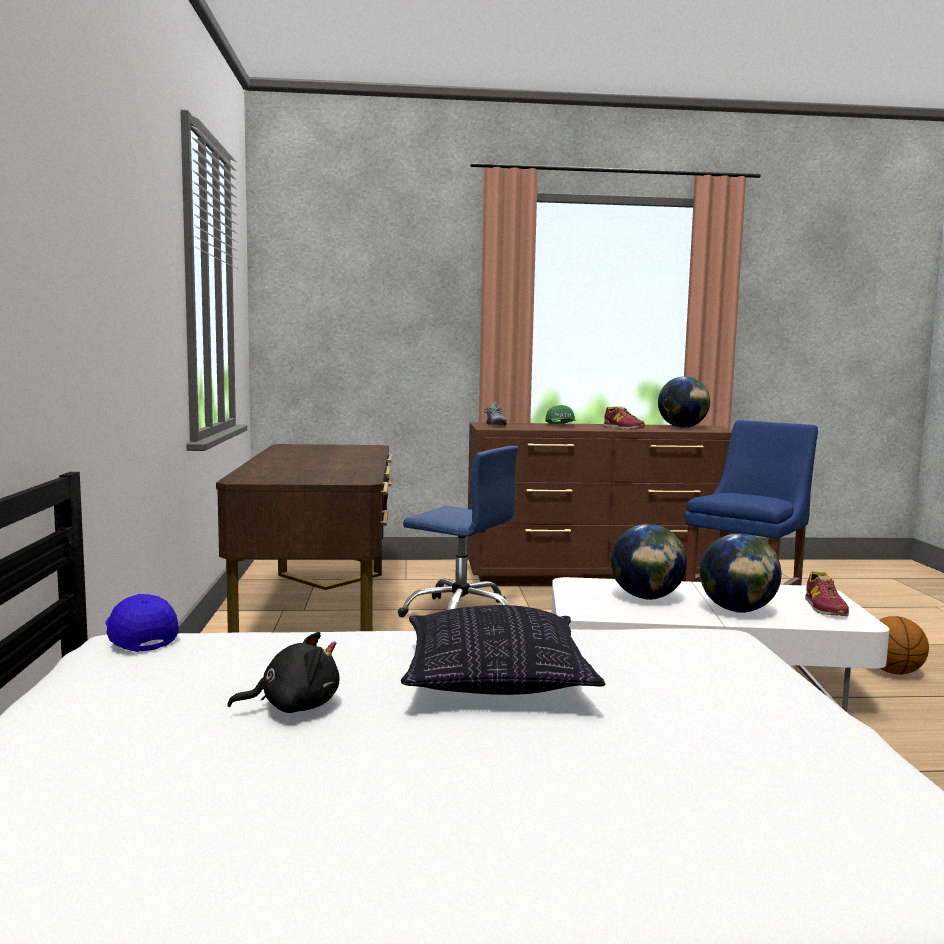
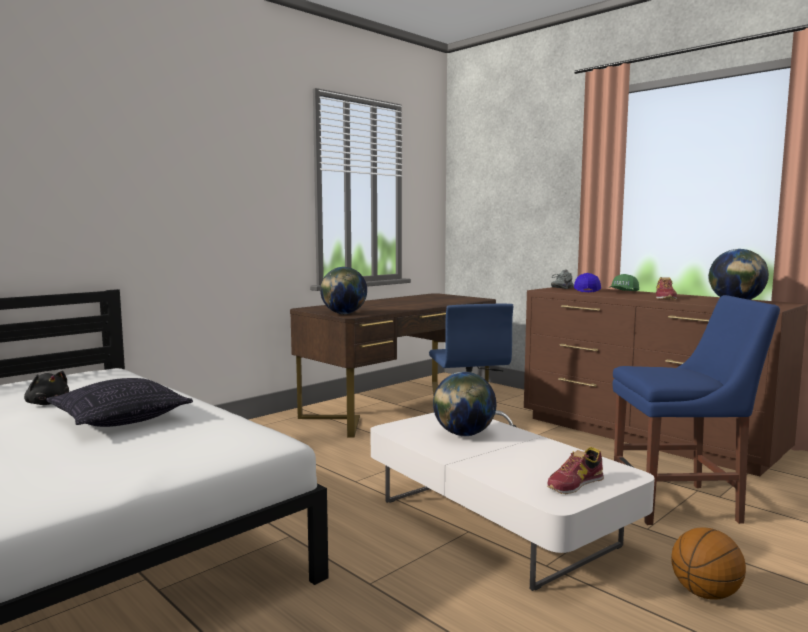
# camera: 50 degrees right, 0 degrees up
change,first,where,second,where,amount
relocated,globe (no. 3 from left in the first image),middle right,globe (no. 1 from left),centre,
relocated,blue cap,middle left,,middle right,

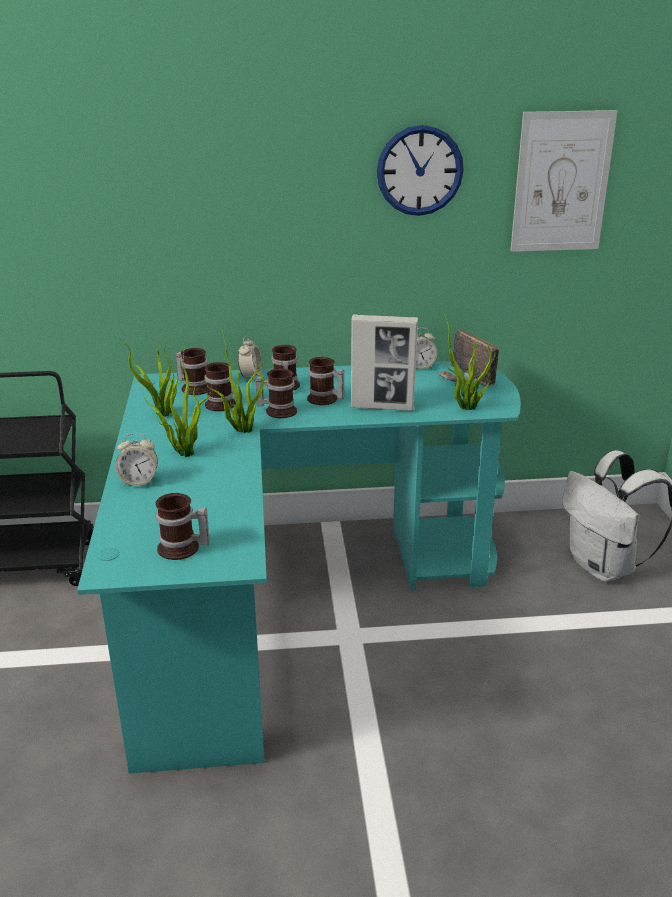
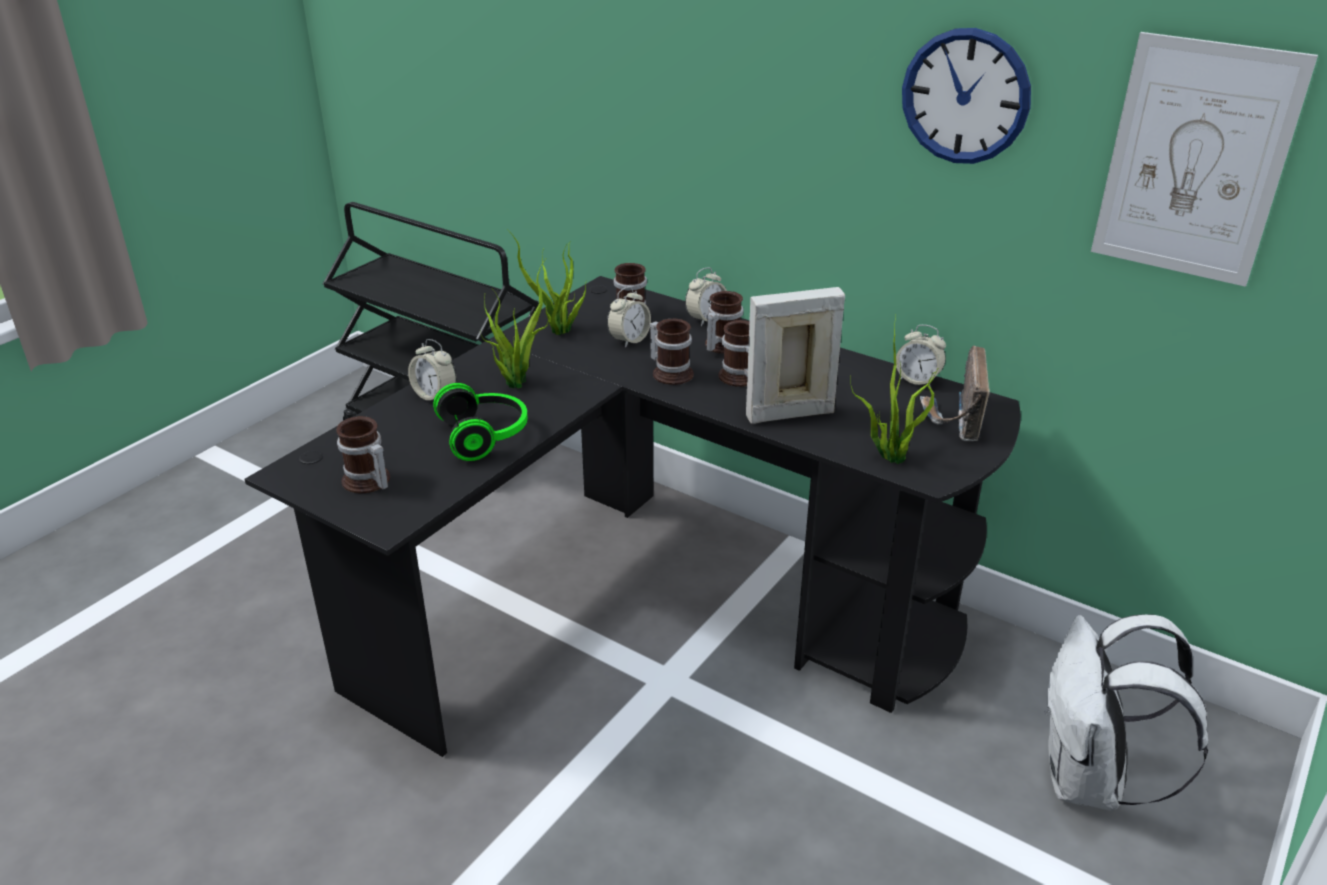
# camera: 40 degrees right, 5 degrees up
change,first,where,second,where,amount
colour,turquoise desk,centre,black desk,centre,
appeared,,,headphones,centre,
exchanged,mug (no. 3 from left),middle left,alarm clock (no. 2 from left),centre,
spun,picture frame,centre,,centre,120 degrees clockwise
missing,potted plant (no. 3 from left),centre,,,

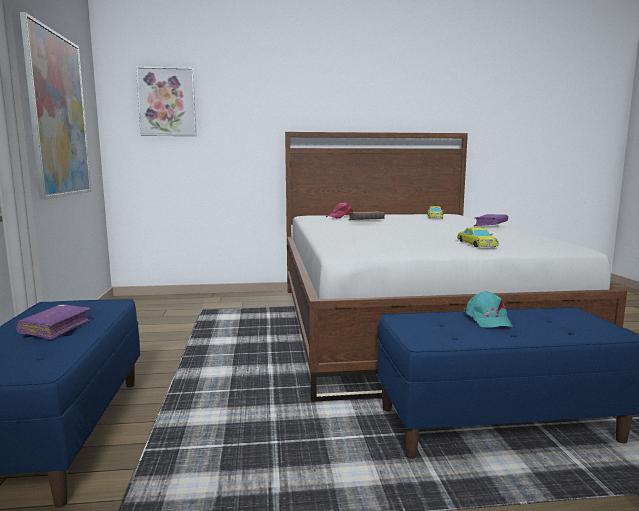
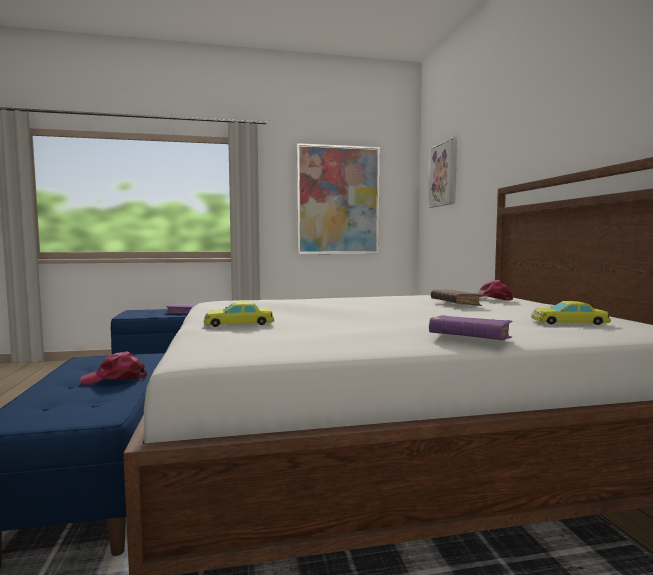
# camera: 85 degrees right, 5 degrees down
change,first,where,second,where,amount
colour,turquoise cap,middle right,pink cap (no. 1 from left),middle left,

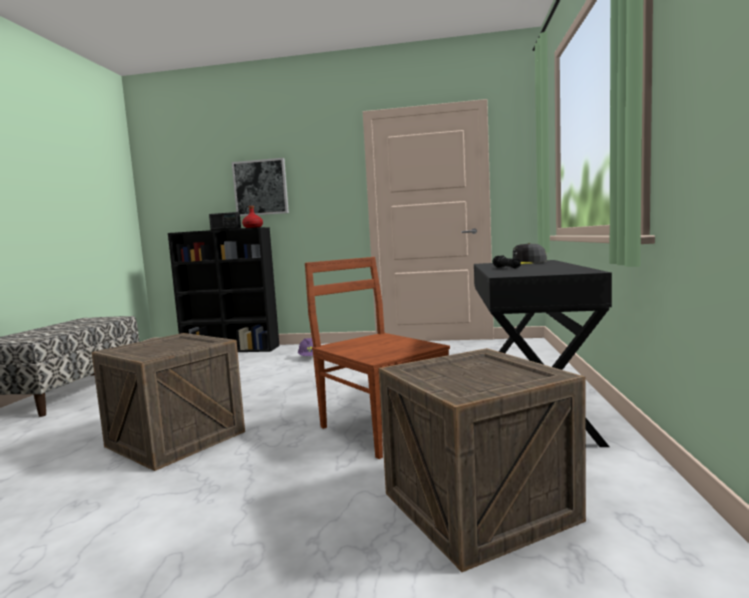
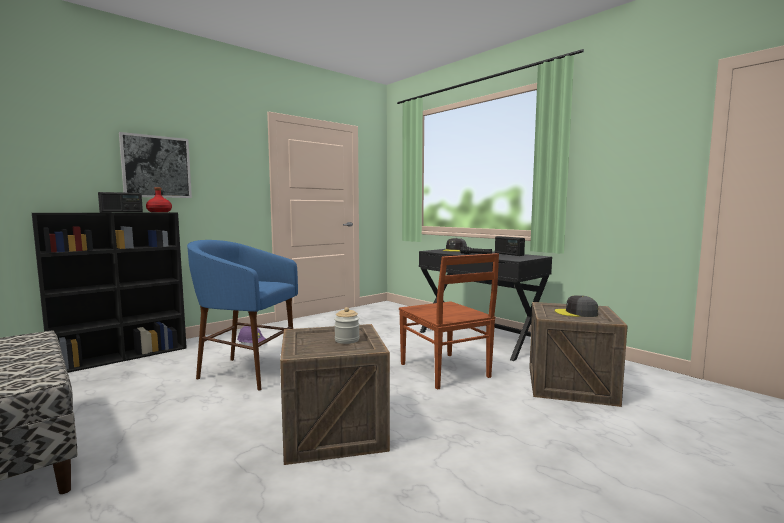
# camera: 50 degrees left, 0 degrees up
change,first,where,second,where,amount
appeared,,,blue stool,middle left,
appeared,,,jar,centre,
spun,brown chair,centre,,centre,120 degrees counterclockwise
appeared,,,radio (no. 2 from left),centre,
appeared,,,grey cap (no. 2 from left),middle right,

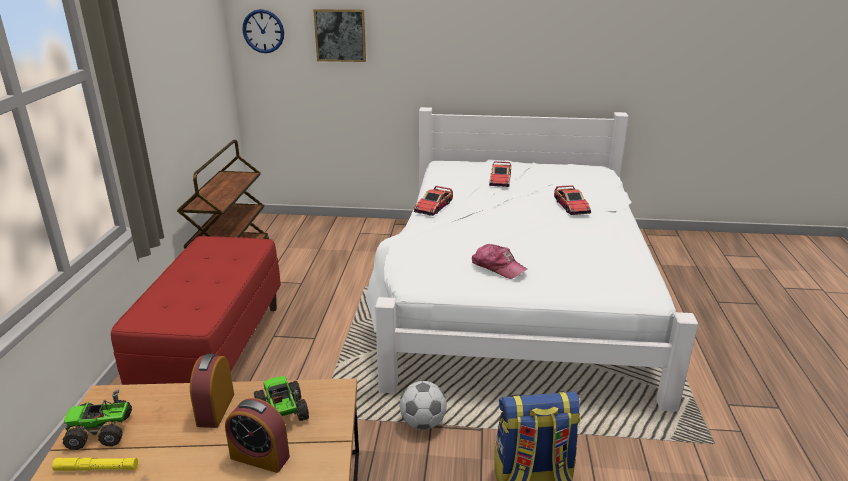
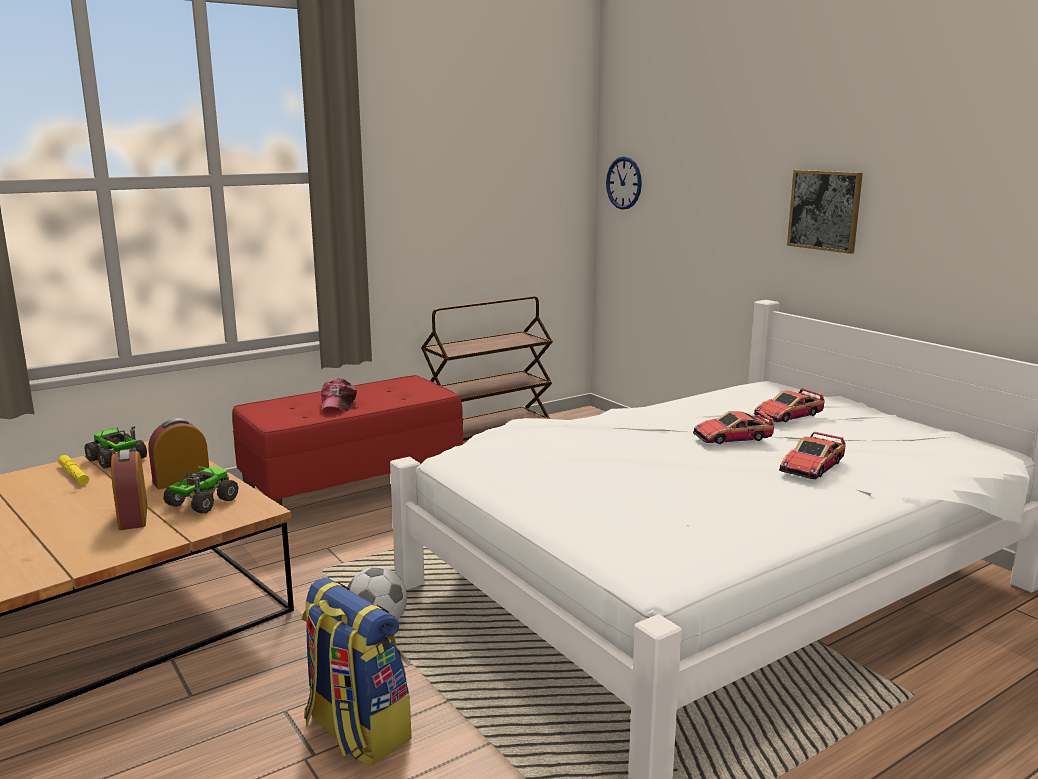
# camera: 50 degrees right, 10 degrees down
change,first,where,second,where,amount
relocated,cap,centre,,middle left,
relocated,toy car (no. 1 from left),centre,,middle right,
relocated,picture,top centre,,top right,

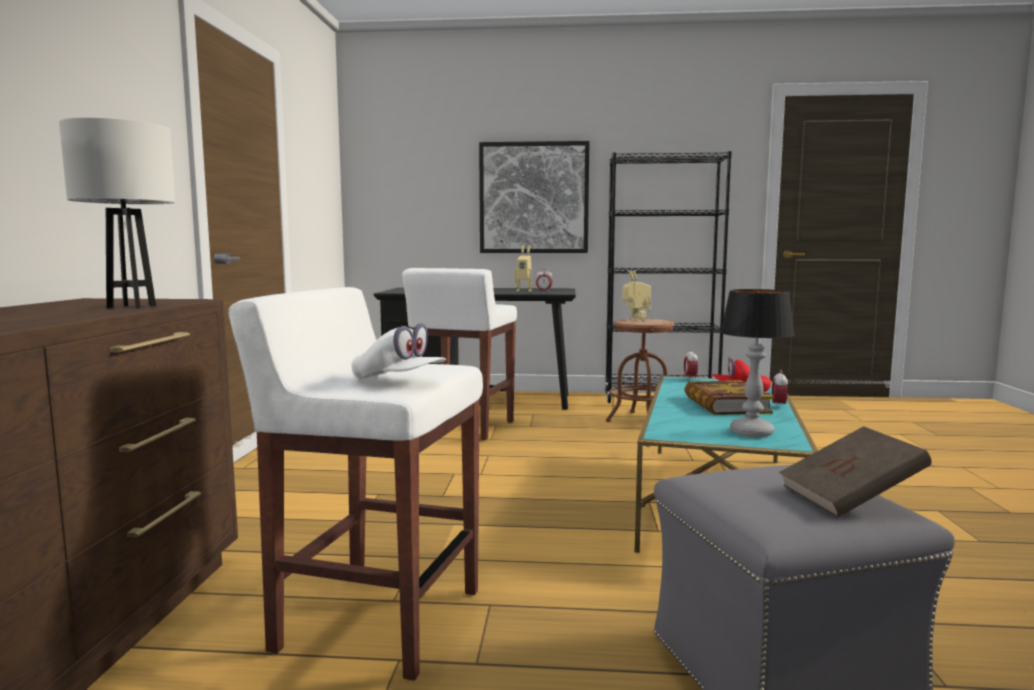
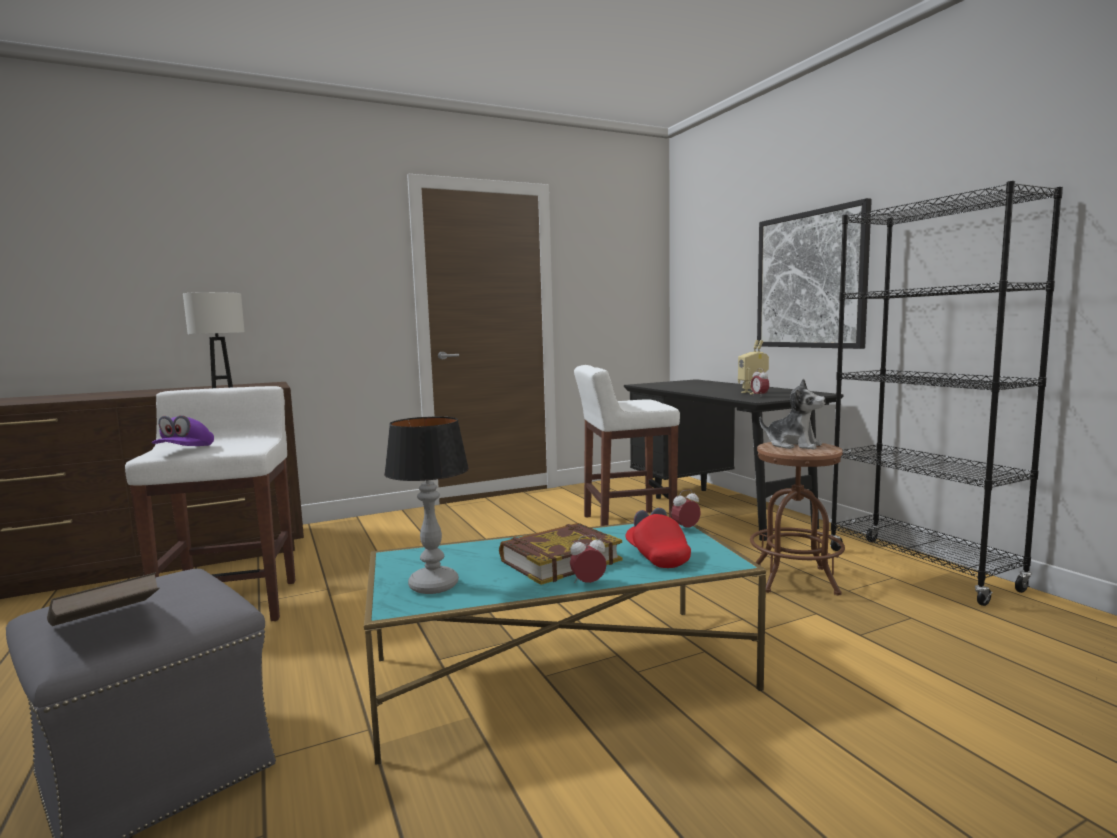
# camera: 60 degrees right, 0 degrees up
change,first,where,second,where,amount
colour,white cap,centre,purple cap,middle left,
exchanged,toy robot (no. 2 from left),centre,plush toy,middle right,

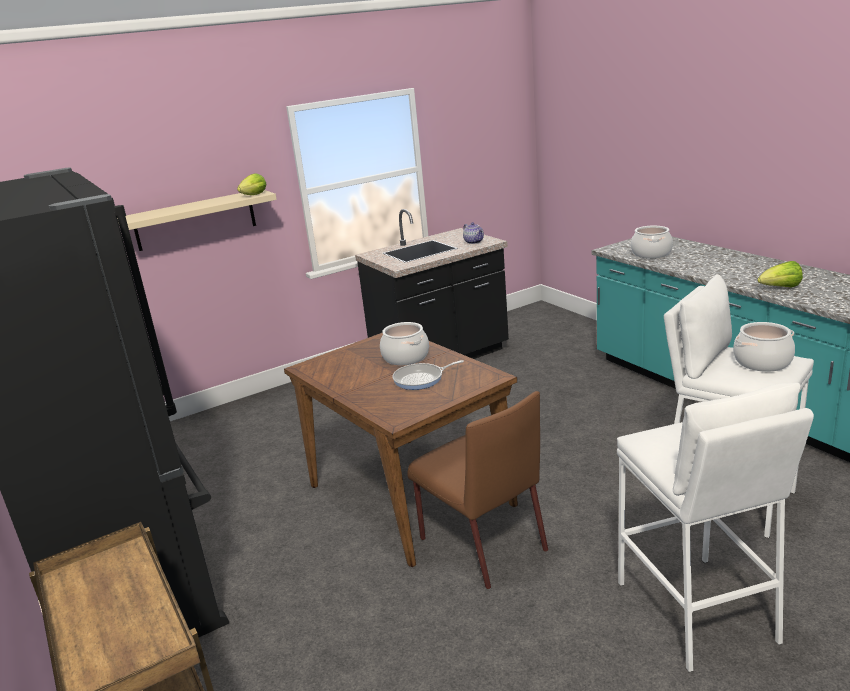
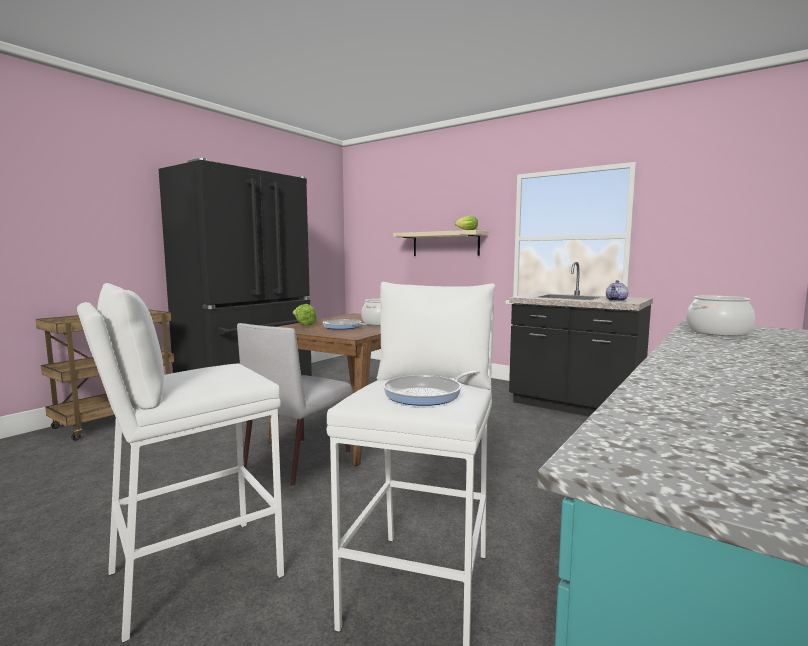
# camera: 65 degrees right, 15 degrees down
change,first,where,second,where,amount
colour,brown chair,bottom centre,grey chair,centre,
relocated,lettuce (no. 2 from left in the first image),middle right,lettuce (no. 1 from left),centre,
exchanged,cooking pot (no. 3 from left),middle right,frying pan (no. 2 from left),centre,

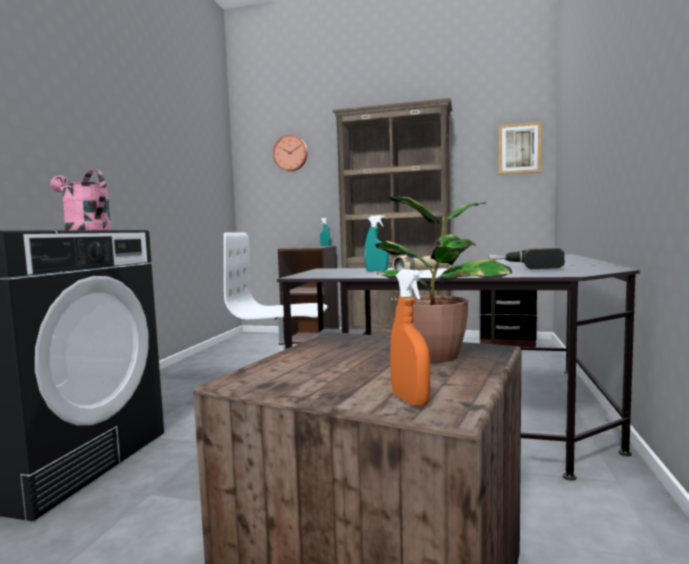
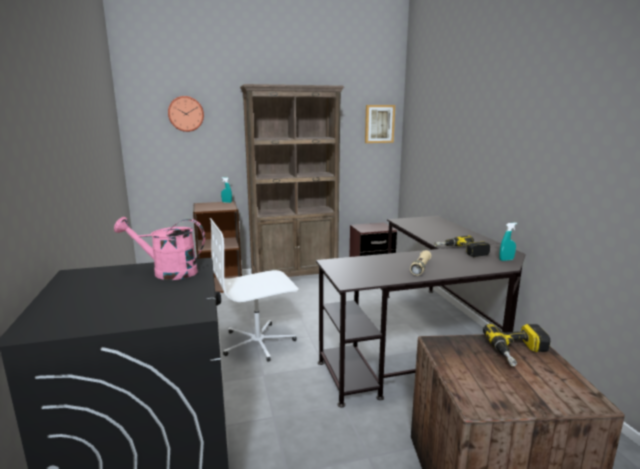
# camera: 30 degrees left, 10 degrees up
change,first,where,second,where,amount
exchanged,potted plant,centre,power drill (no. 2 from left),bottom right,
relocated,turquoise spray bottle (no. 2 from left),centre,,middle right,
missing,orange spray bottle,centre,,,

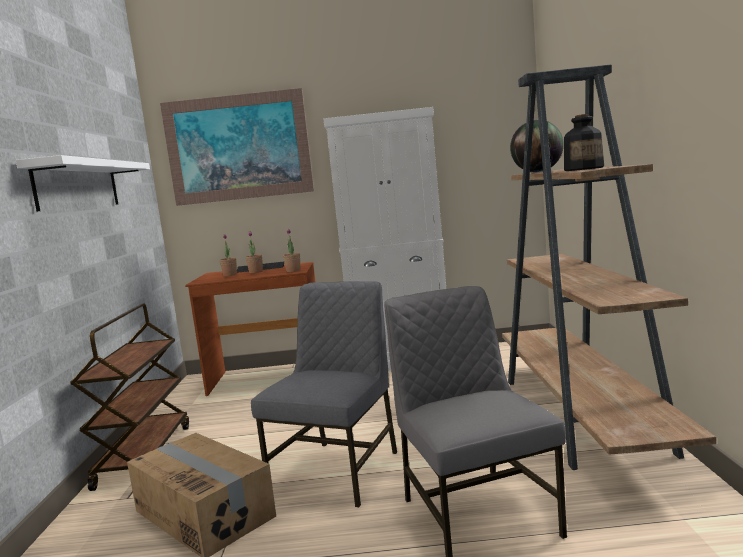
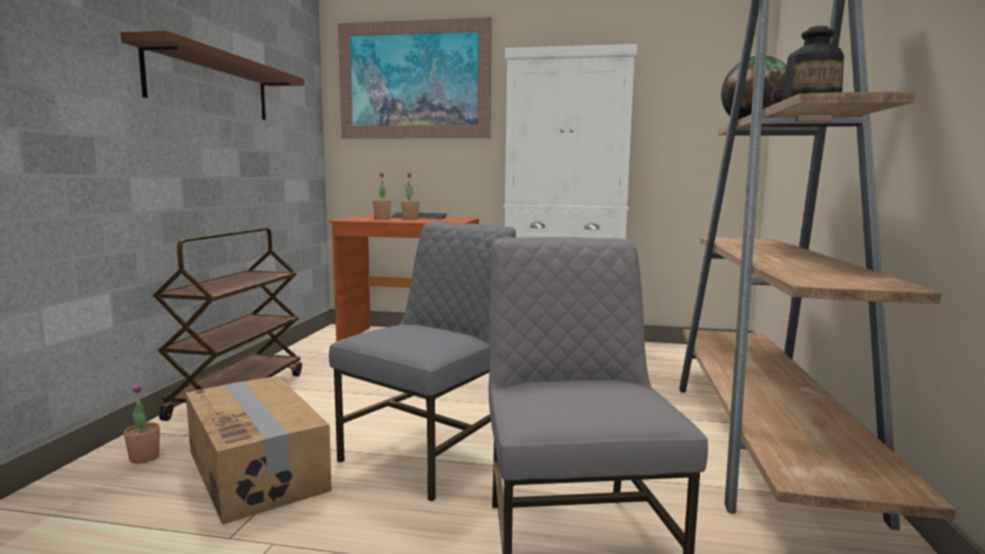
# camera: 10 degrees right, 0 degrees up
change,first,where,second,where,amount
colour,white shelf,top left,brown shelf,top left,
relocated,potted plant (no. 3 from left in the first image),centre,potted plant (no. 1 from left),bottom left,

